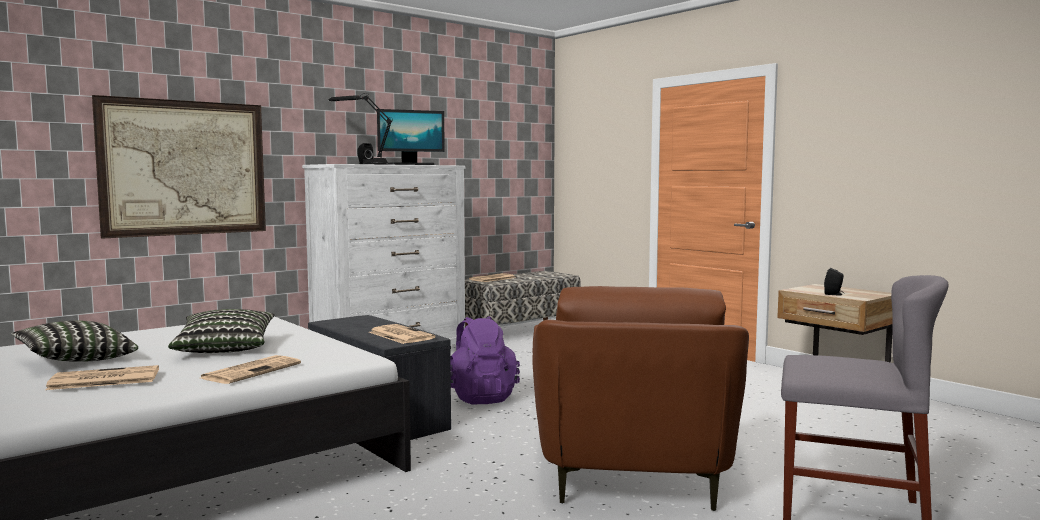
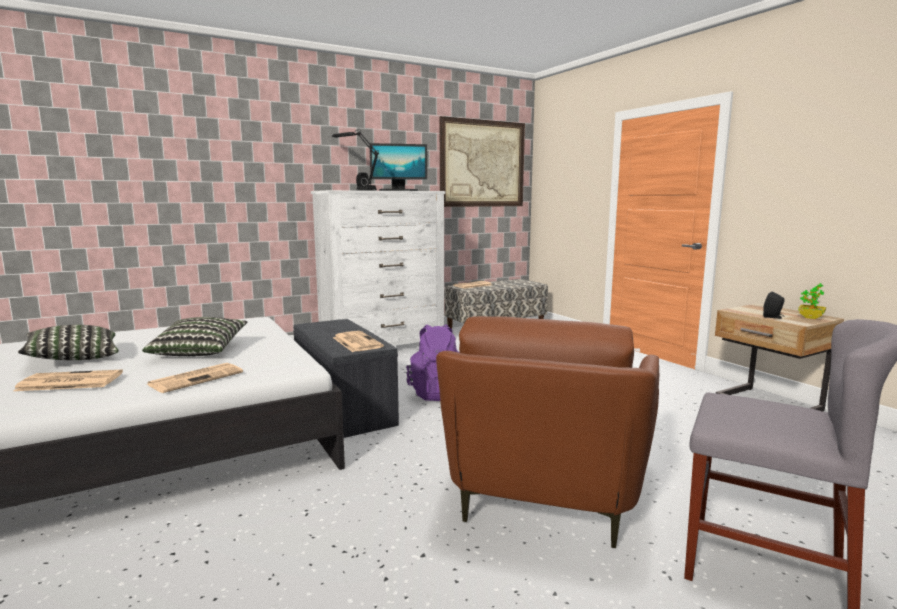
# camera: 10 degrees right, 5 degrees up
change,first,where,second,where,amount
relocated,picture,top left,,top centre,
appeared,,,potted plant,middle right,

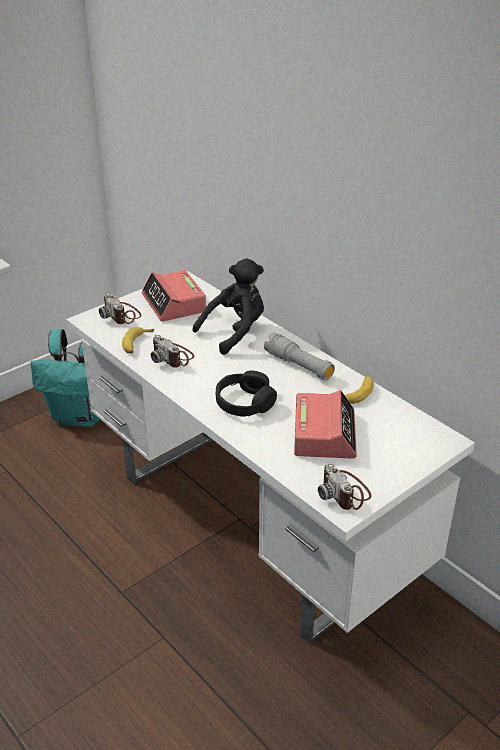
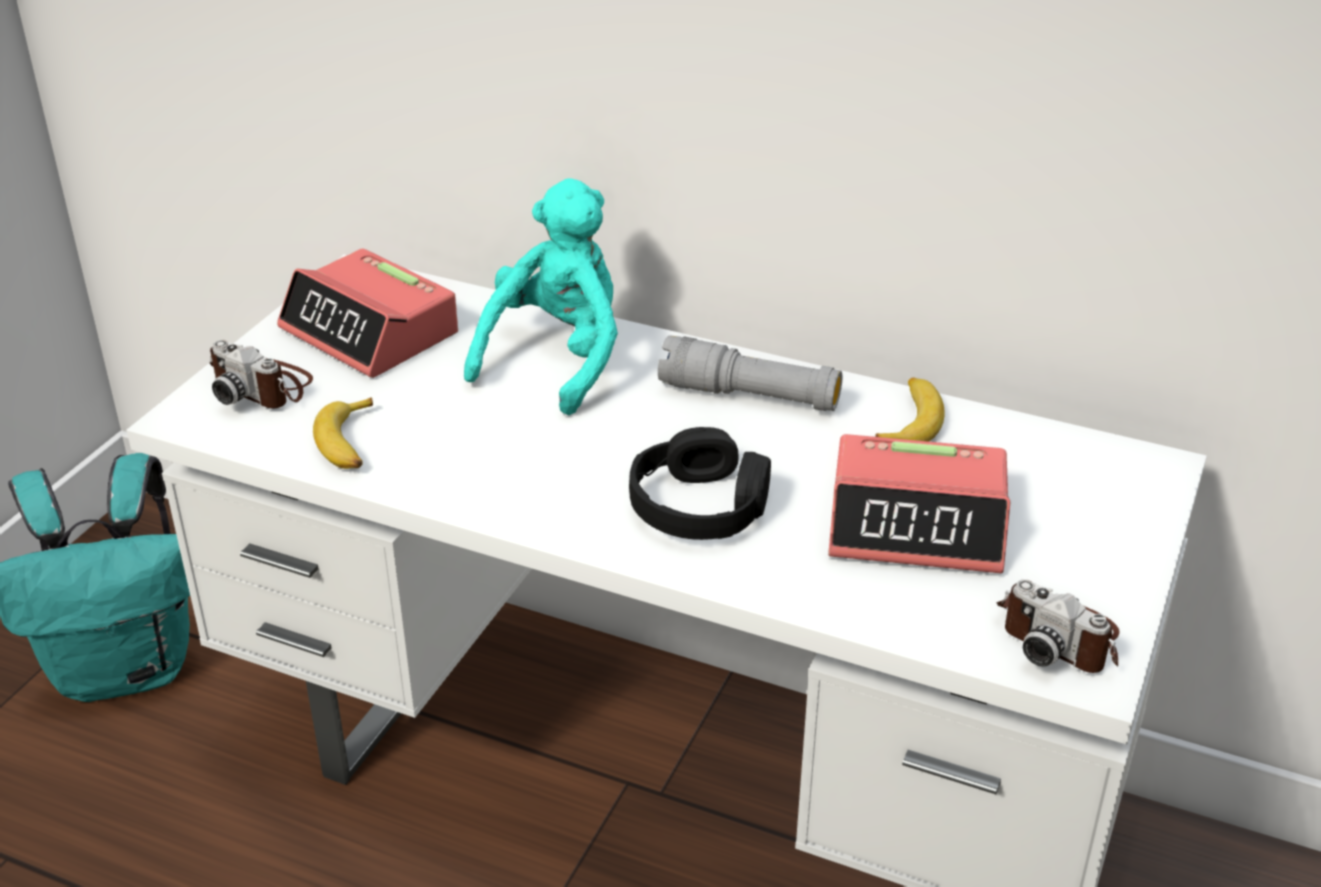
# camera: 25 degrees left, 0 degrees up
change,first,where,second,where,amount
colour,black plush toy,centre,turquoise plush toy,centre,
spun,alarm clock (no. 2 from left),centre,,middle right,120 degrees clockwise
missing,photo camera (no. 2 from left),centre,,,

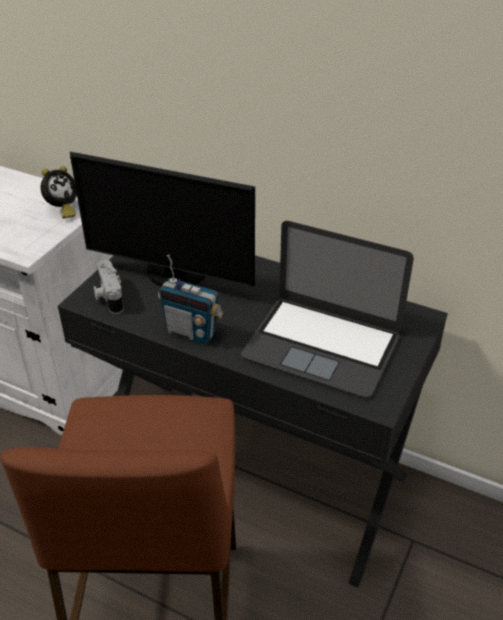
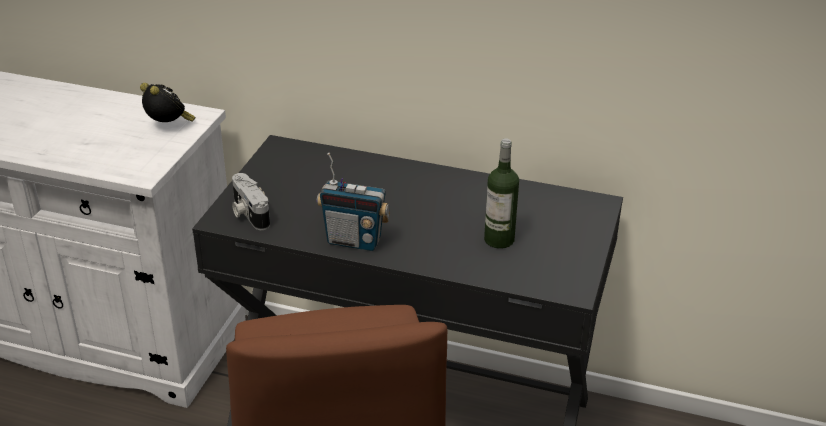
# camera: 10 degrees left, 5 degrees down
change,first,where,second,where,amount
spun,alarm clock,top left,,top left,75 degrees counterclockwise
exchanged,laptop,centre,bottle,centre,
missing,monitor,middle left,,,

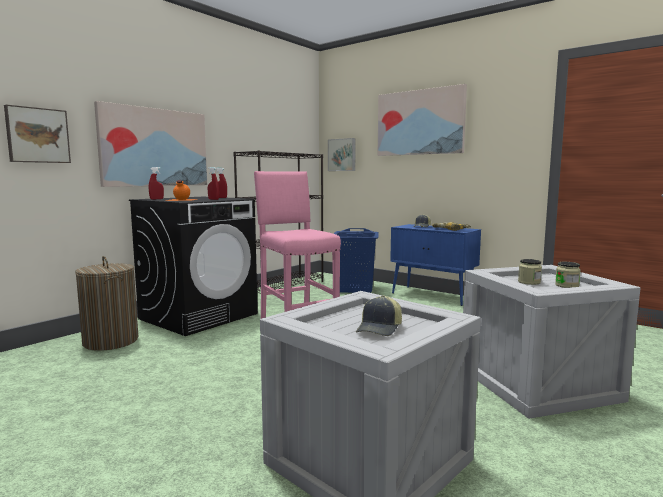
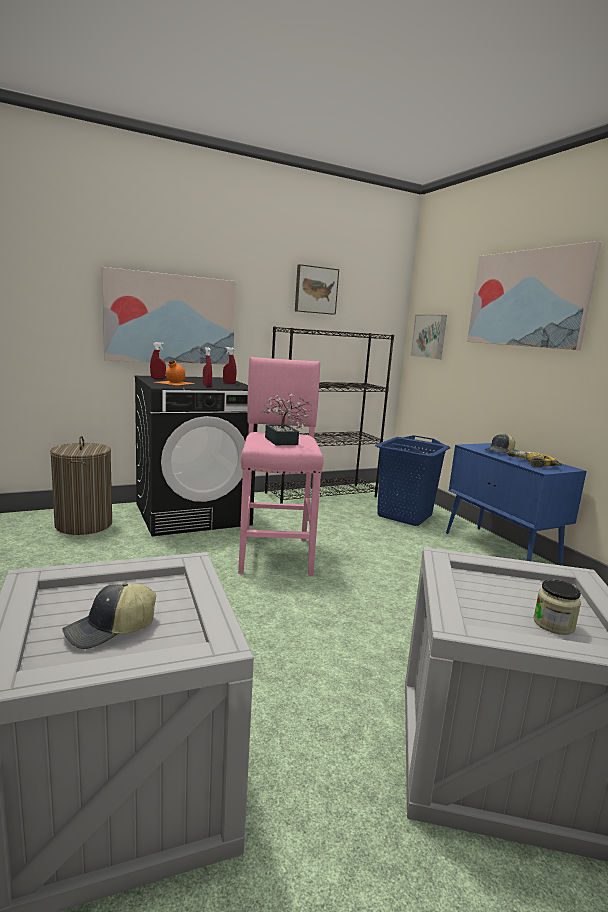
# camera: 25 degrees right, 5 degrees up
change,first,where,second,where,amount
appeared,,,potted plant,centre,
relocated,picture (no. 1 from left in the first image),top left,picture (no. 2 from left),top centre,
missing,jar (no. 1 from left),middle right,,,

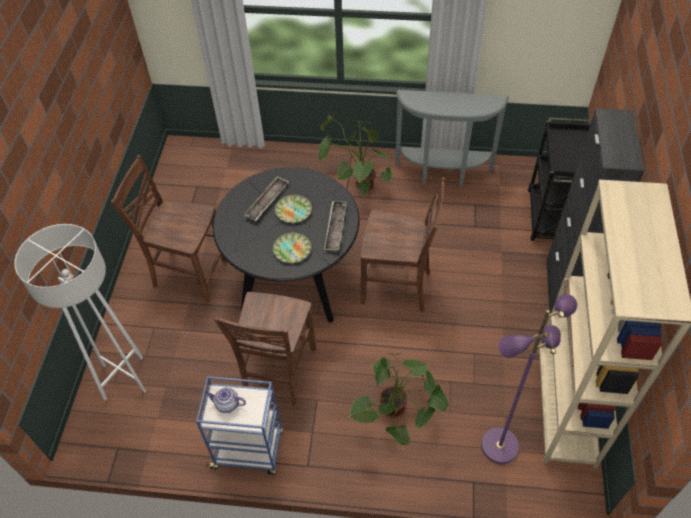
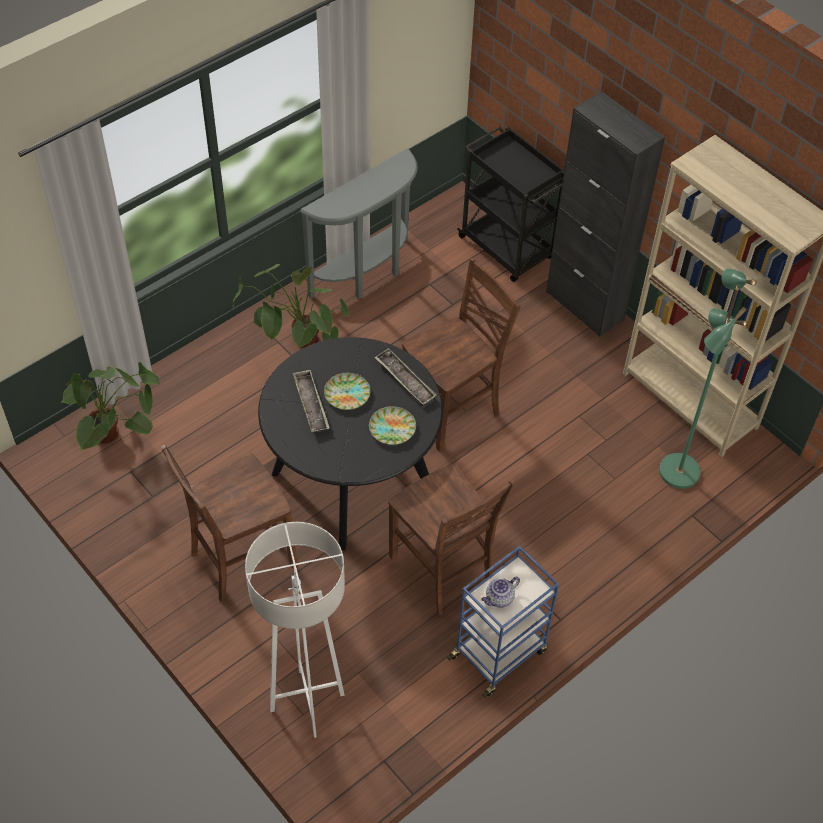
# camera: 50 degrees left, 0 degrees up
change,first,where,second,where,amount
relocated,potted plant (no. 2 from left in the first image),bottom centre,potted plant (no. 1 from left),middle left,
colour,purple floor lamp,bottom right,green floor lamp,middle right,

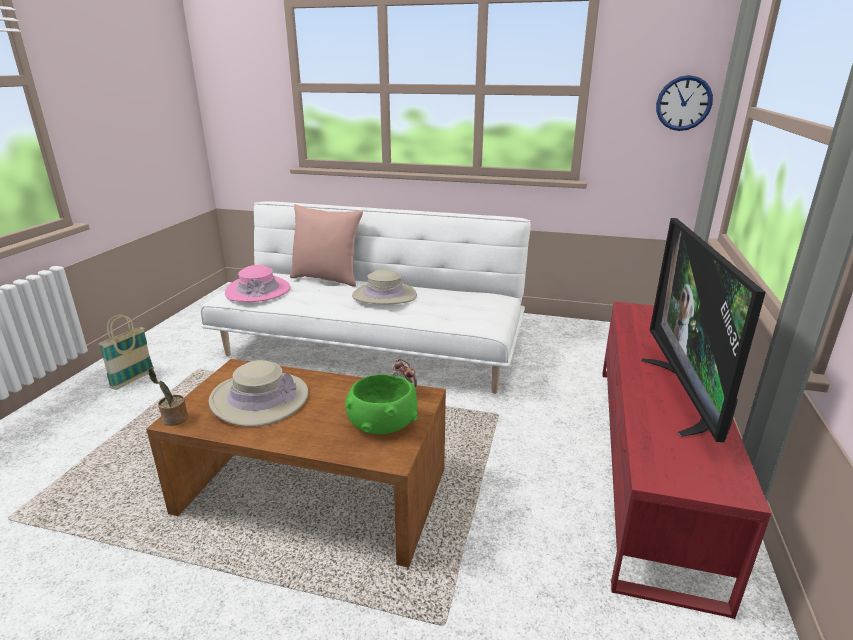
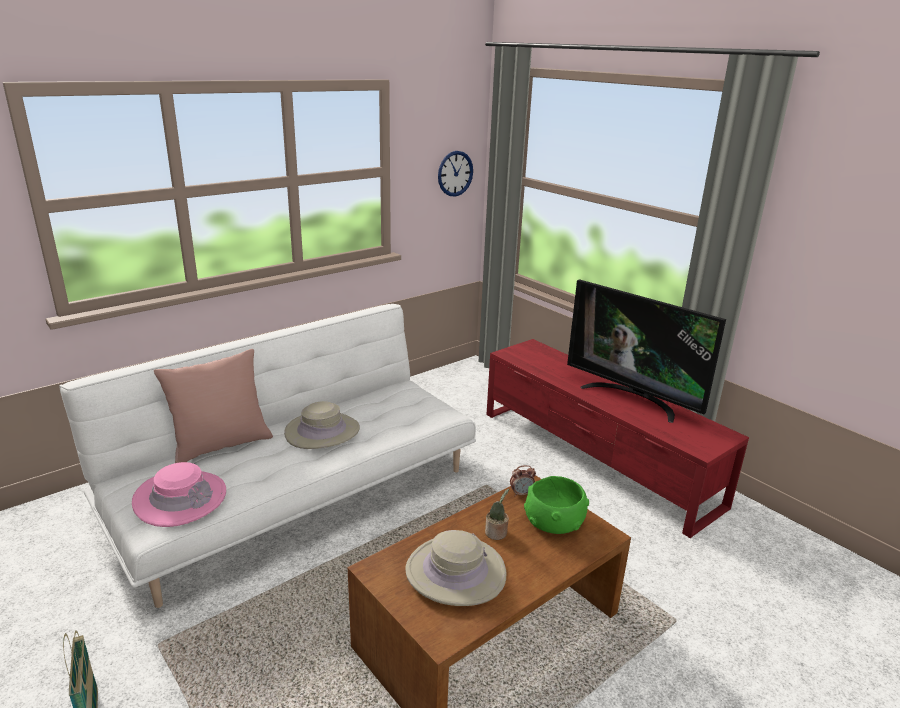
# camera: 55 degrees left, 0 degrees up
change,first,where,second,where,amount
relocated,potted plant,middle left,,bottom centre,

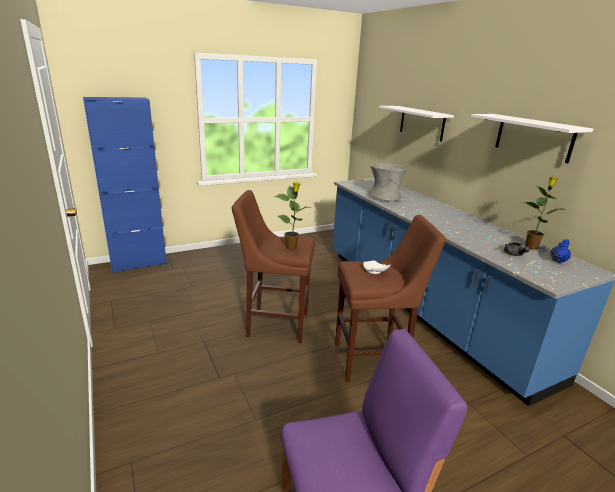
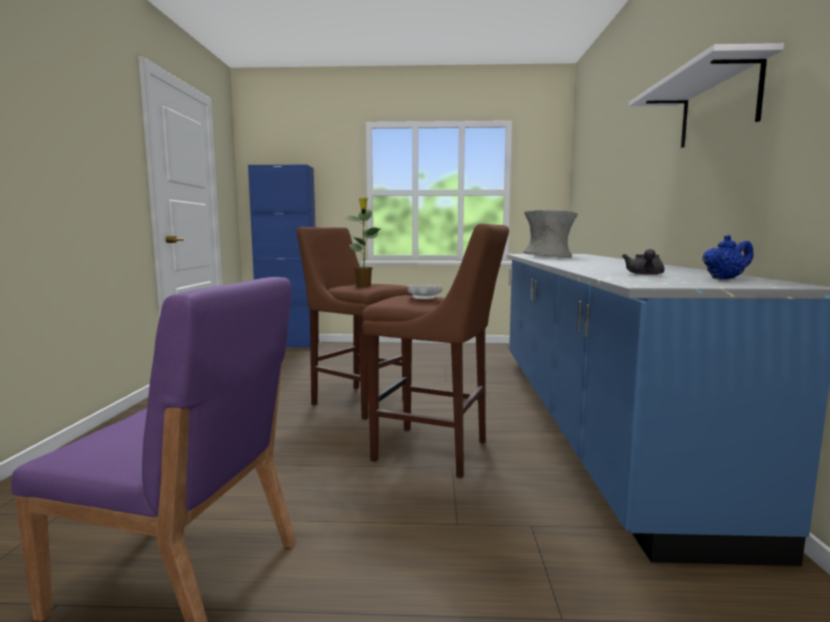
# camera: 30 degrees right, 15 degrees down
change,first,where,second,where,amount
missing,white shelf (no. 1 from left),top right,,,
missing,potted plant (no. 2 from left),middle right,,,

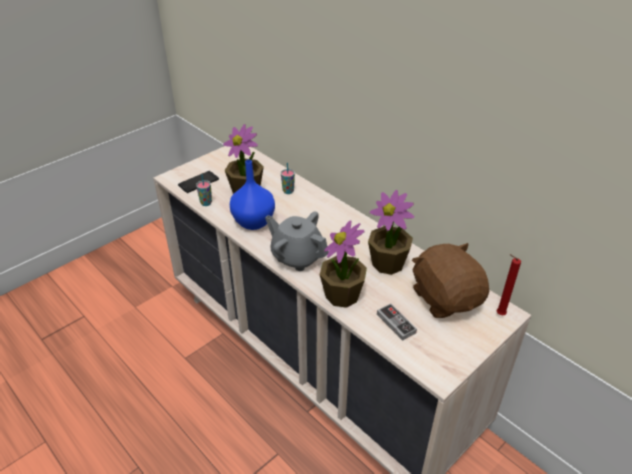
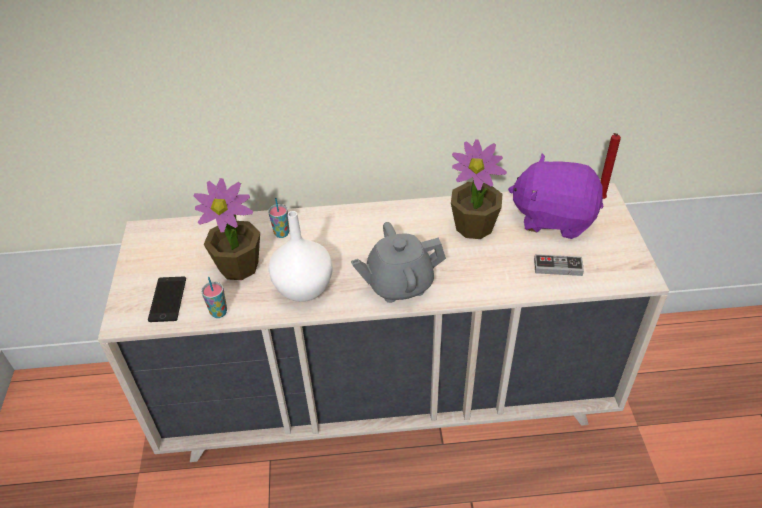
# camera: 50 degrees left, 5 degrees up
change,first,where,second,where,amount
colour,blue vase,centre,white vase,centre,
colour,brown plush toy,middle right,purple plush toy,middle right,
missing,potted plant (no. 2 from left),centre,,,

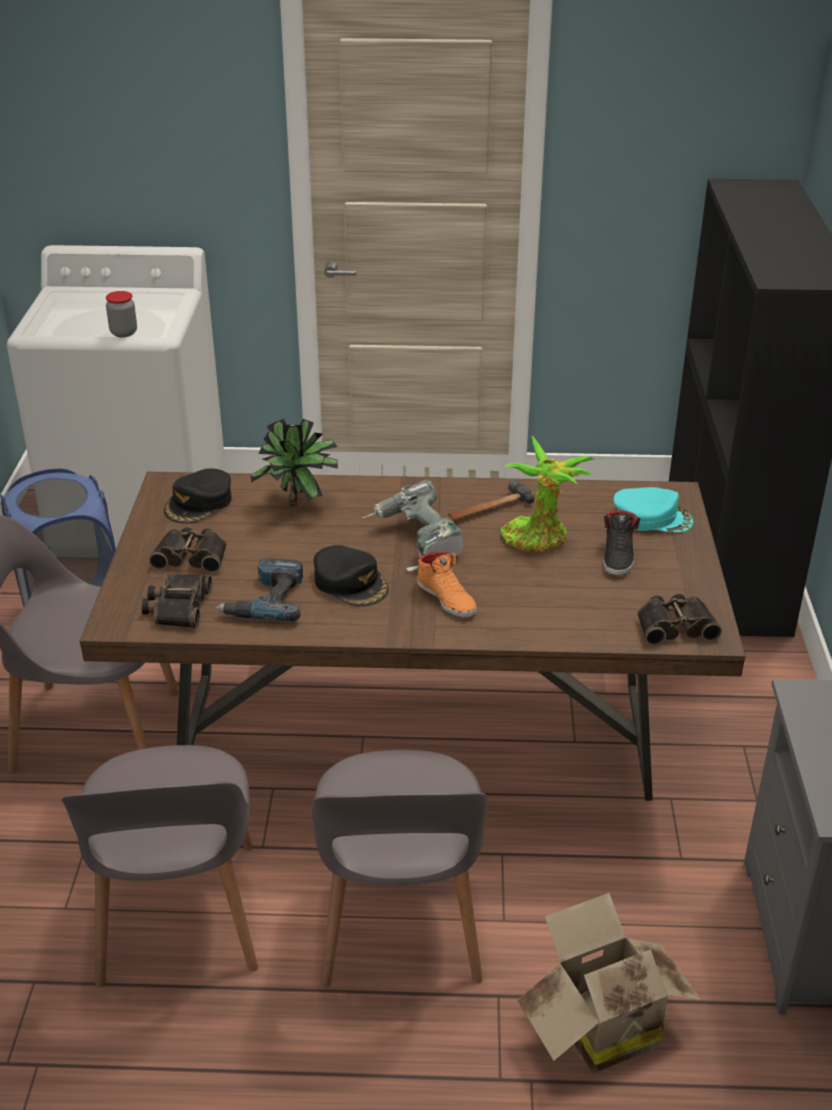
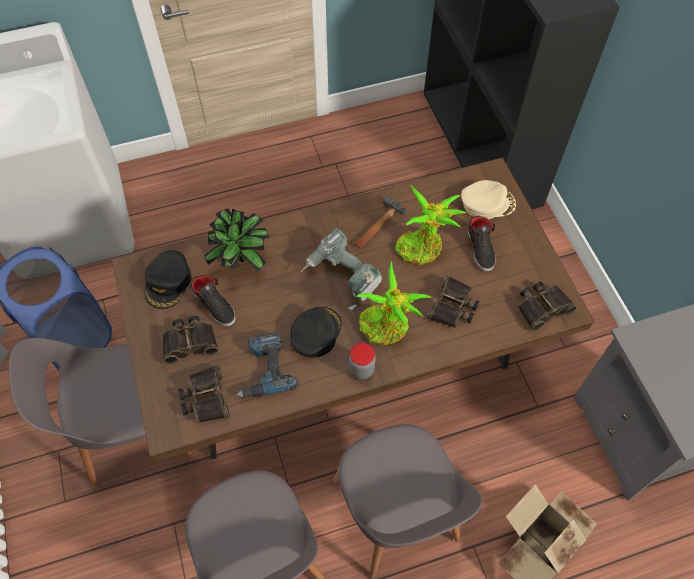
# camera: 20 degrees left, 25 degrees up
change,first,where,second,where,amount
appeared,,,black shoe (no. 1 from left),middle left,
spun,black cap (no. 2 from left),centre,,centre,90 degrees counterclockwise
relocated,jar,top left,,centre,
exchanged,orange shoe,centre,potted plant (no. 2 from left),centre,
appeared,,,binoculars (no. 3 from left),centre,
colour,turquoise cap,middle right,beige cap,middle right,

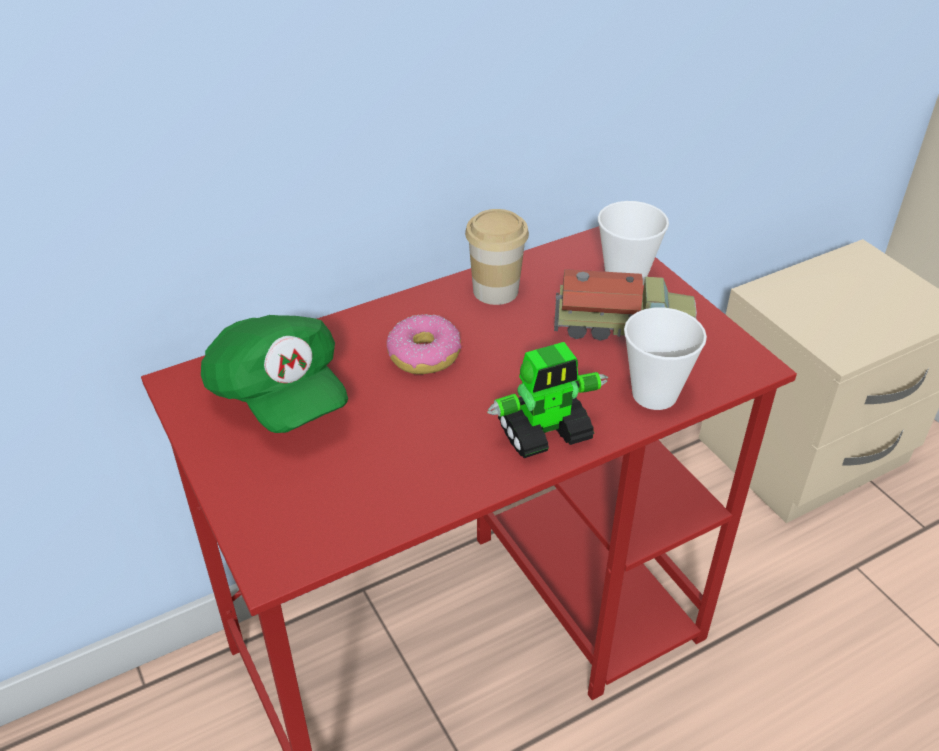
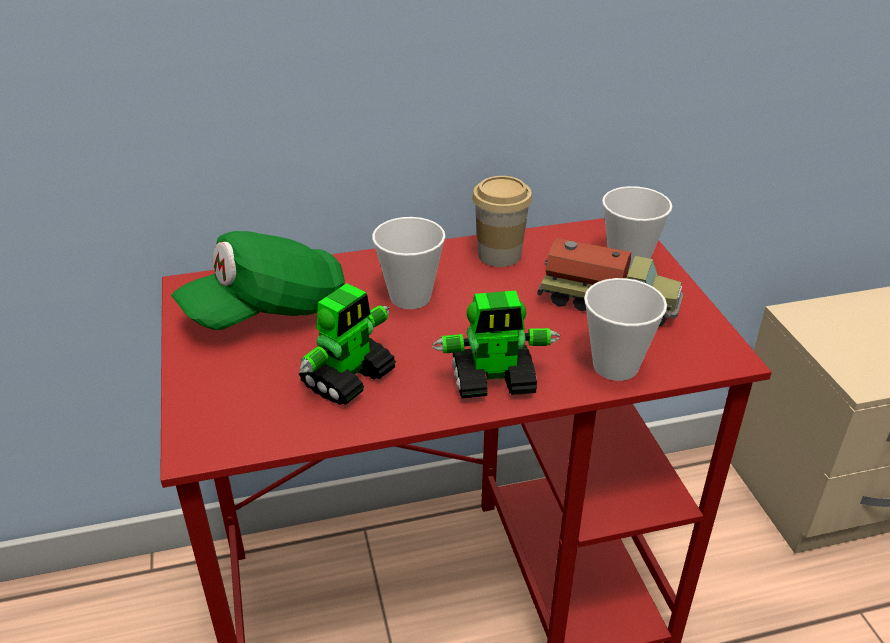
# camera: 15 degrees right, 5 degrees down
change,first,where,second,where,amount
spun,green cap,middle left,,middle left,75 degrees clockwise
appeared,,,toy robot (no. 1 from left),centre,
exchanged,donut,centre,cup (no. 1 from left),centre,

